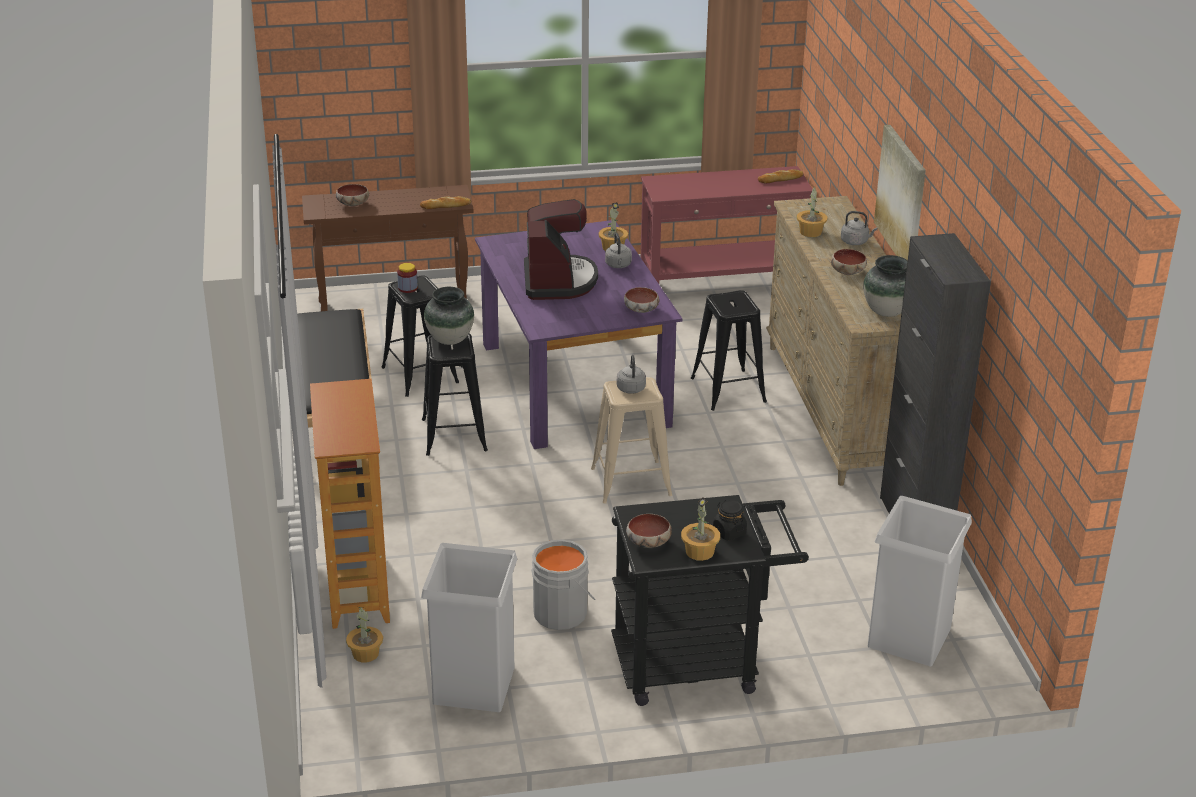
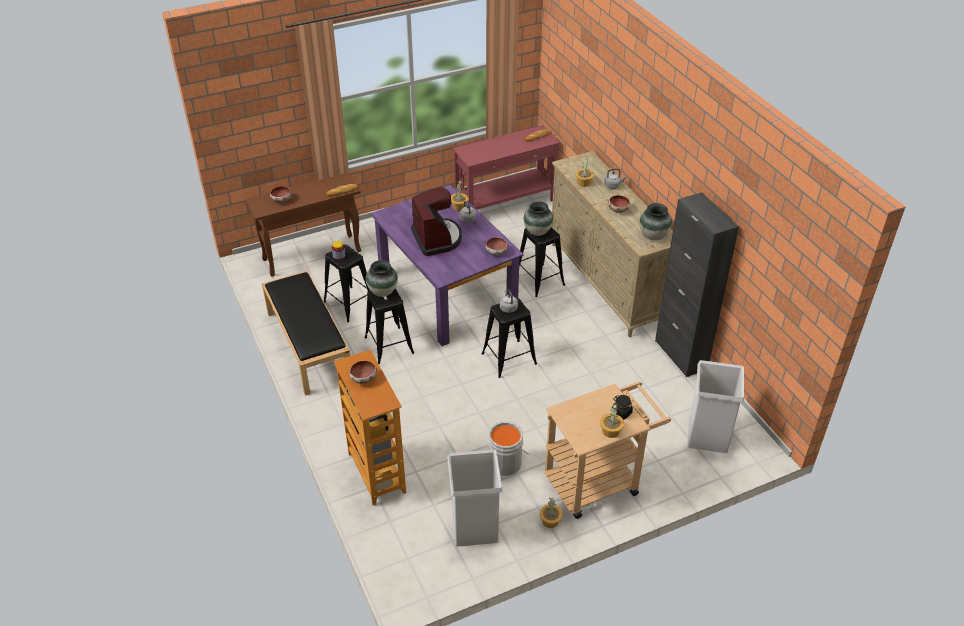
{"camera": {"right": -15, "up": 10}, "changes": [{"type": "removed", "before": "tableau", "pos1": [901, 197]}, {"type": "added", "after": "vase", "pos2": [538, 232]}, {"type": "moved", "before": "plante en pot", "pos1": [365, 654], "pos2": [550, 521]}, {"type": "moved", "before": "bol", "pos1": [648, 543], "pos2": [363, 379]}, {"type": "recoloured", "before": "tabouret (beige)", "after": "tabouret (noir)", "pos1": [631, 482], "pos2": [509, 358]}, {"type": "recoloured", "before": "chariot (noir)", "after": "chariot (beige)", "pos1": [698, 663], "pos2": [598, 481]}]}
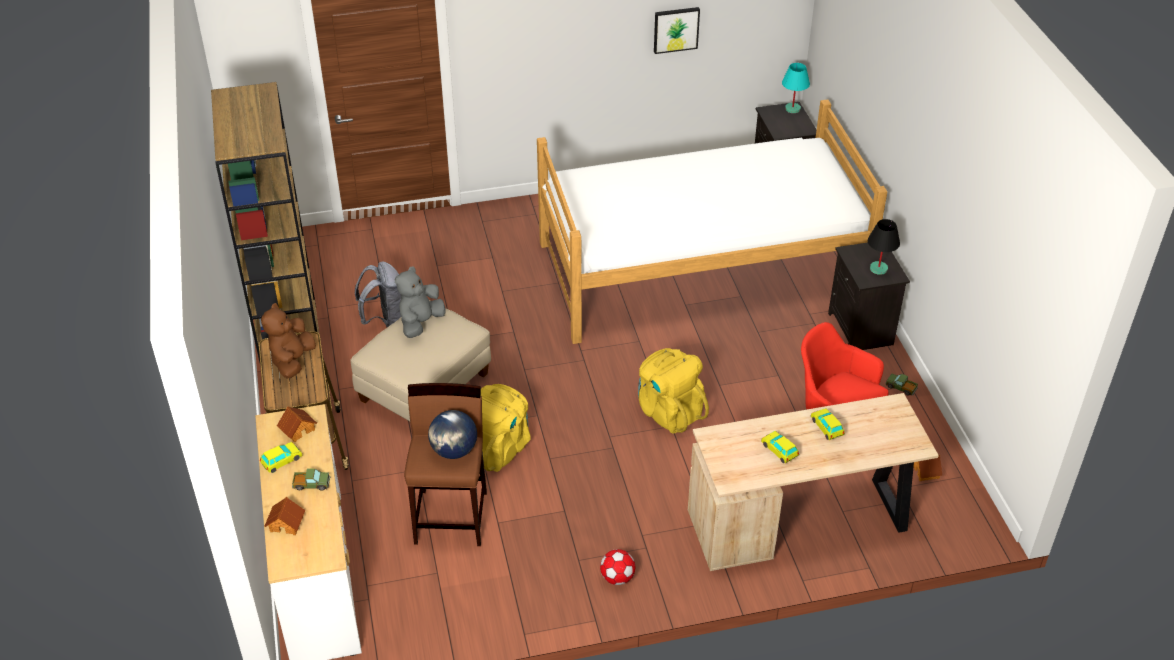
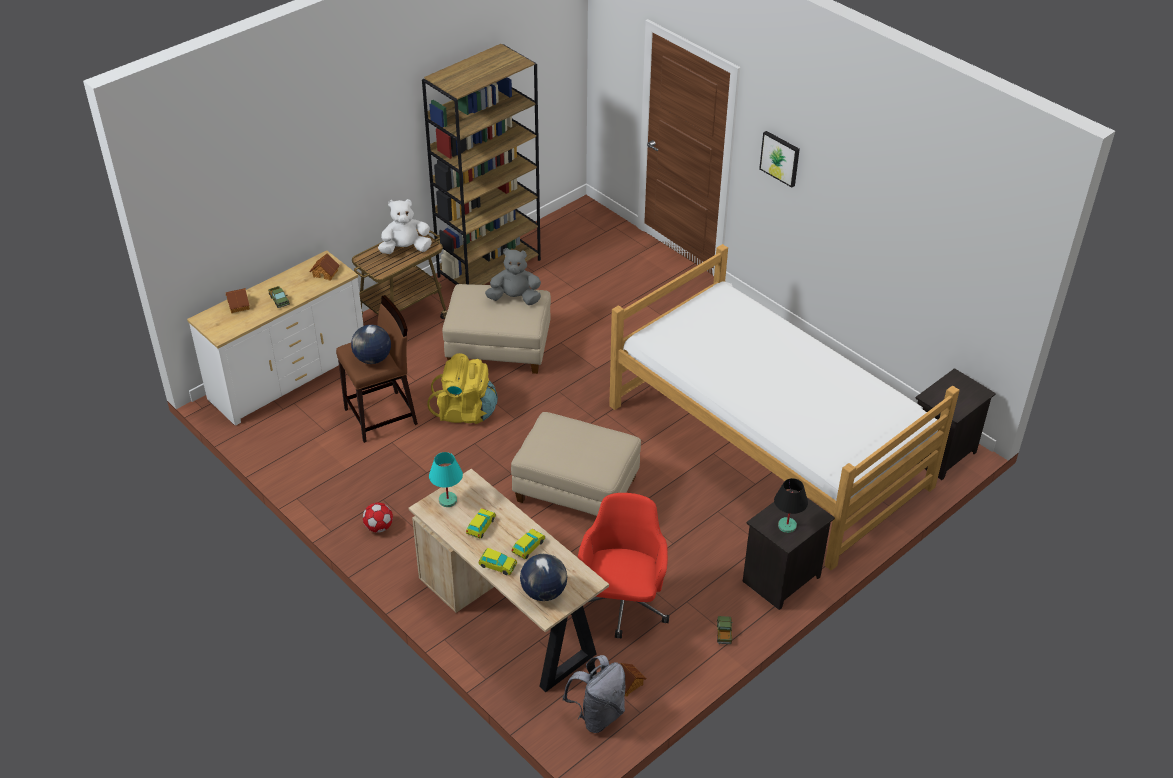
{"camera": {"right": 60, "up": 0}, "changes": [{"type": "added", "after": "globe", "pos2": [544, 592]}, {"type": "moved", "before": "petite voiture", "pos1": [281, 461], "pos2": [498, 565]}, {"type": "moved", "before": "sac à dos (gris)", "pos1": [385, 320], "pos2": [598, 714]}, {"type": "moved", "before": "tableau", "pos1": [676, 29], "pos2": [780, 158]}, {"type": "moved", "before": "lampe de table (turquoise)", "pos1": [793, 108], "pos2": [448, 500]}, {"type": "replaced", "before": "sac à dos (jaune)", "after": "pouf (beige)", "pos1": [669, 411], "pos2": [576, 490]}, {"type": "recoloured", "before": "peluche (marron)", "after": "peluche (blanc)", "pos1": [292, 361], "pos2": [405, 249]}]}
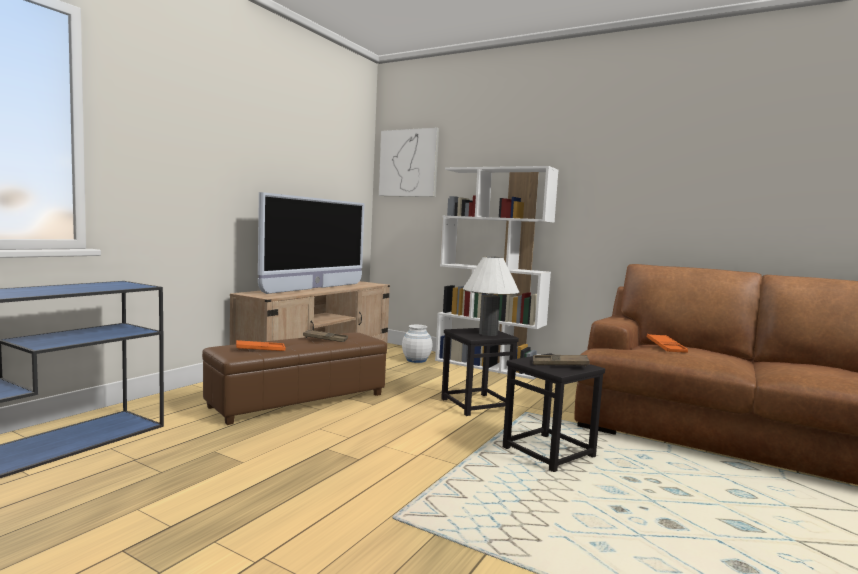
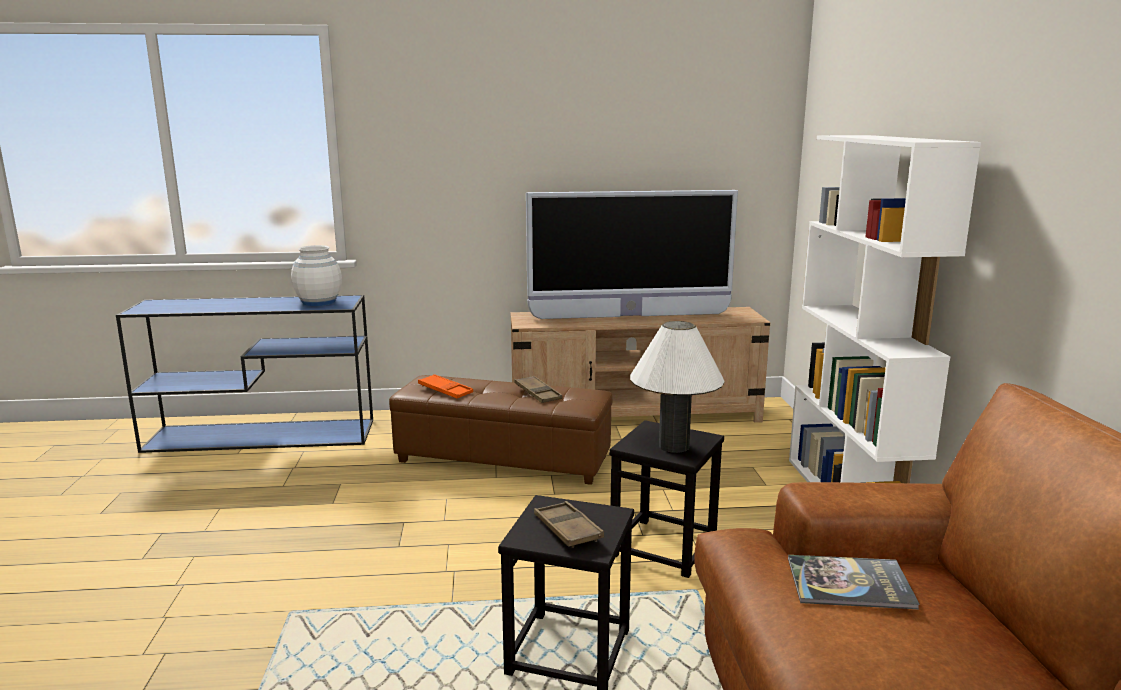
{"camera": {"right": 55, "up": 10}, "changes": [{"type": "removed", "before": "tableau", "pos1": [408, 163]}, {"type": "moved", "before": "vase (blanc)", "pos1": [416, 360], "pos2": [318, 302]}, {"type": "replaced", "before": "plateau (orange)", "after": "livre", "pos1": [666, 347], "pos2": [849, 583]}]}
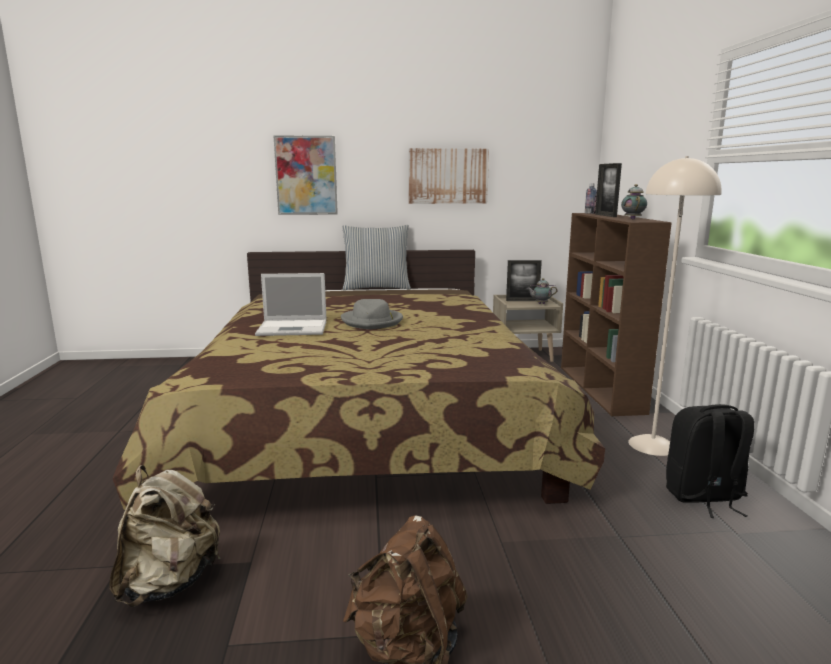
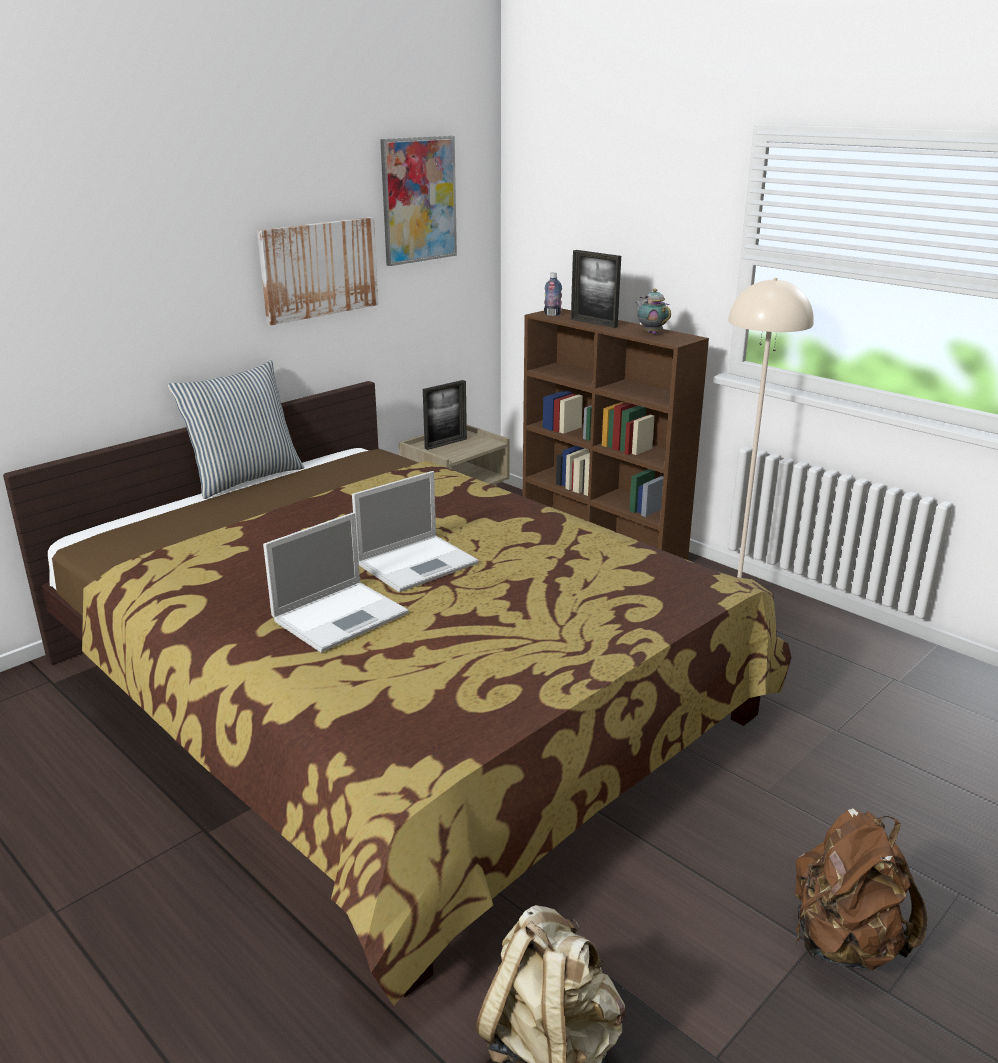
{"camera": {"right": -40, "up": 10}, "changes": [{"type": "removed", "before": "théière", "pos1": [540, 304]}, {"type": "removed", "before": "sac à dos (noir)", "pos1": [704, 497]}, {"type": "moved", "before": "tableau", "pos1": [306, 175], "pos2": [418, 200]}, {"type": "replaced", "before": "chapeau (gris)", "after": "ordinateur portable", "pos1": [372, 321], "pos2": [419, 563]}]}
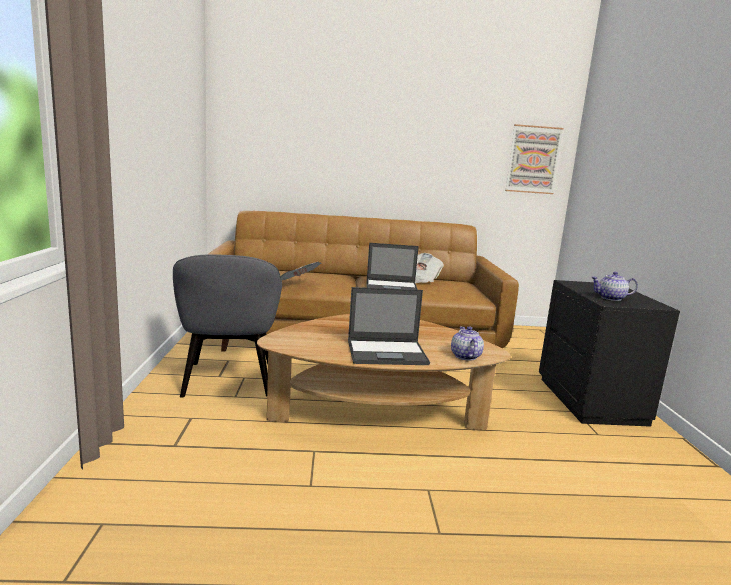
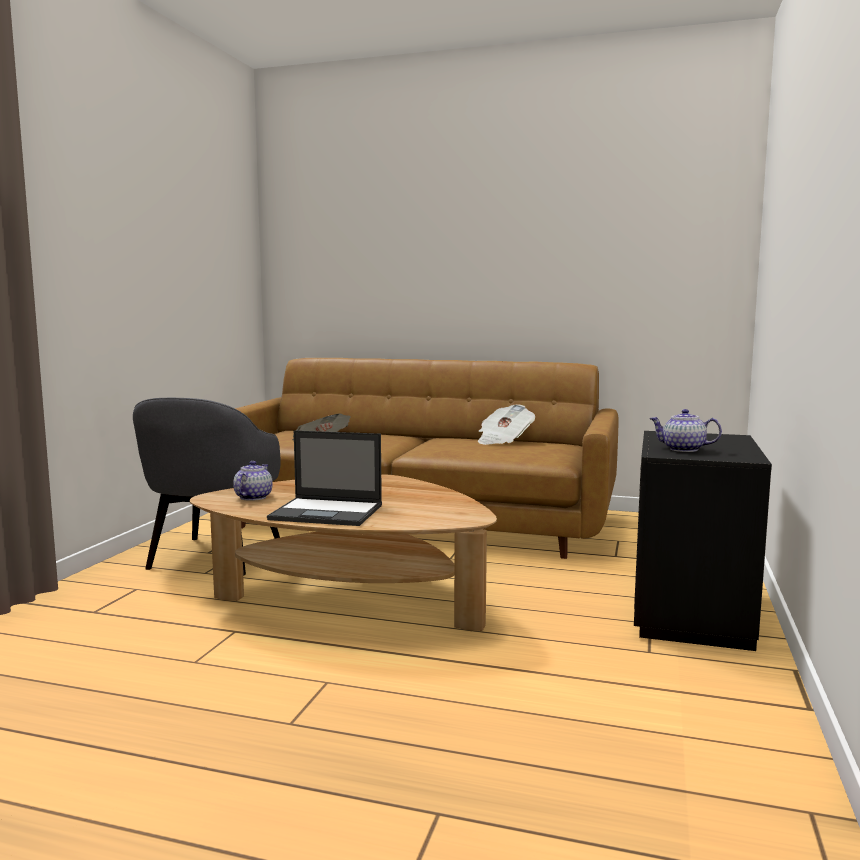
{"camera": {"right": 20, "up": -5}, "changes": [{"type": "removed", "before": "ordinateur portable", "pos1": [392, 287]}, {"type": "removed", "before": "tableau", "pos1": [533, 159]}, {"type": "moved", "before": "théière", "pos1": [465, 356], "pos2": [253, 497]}]}
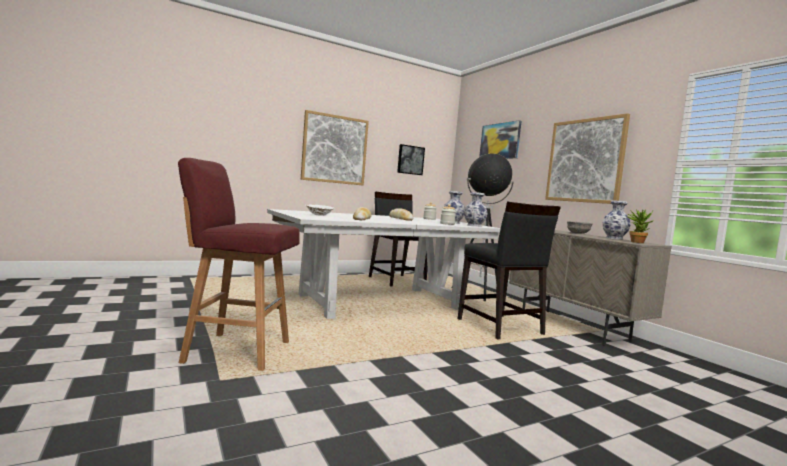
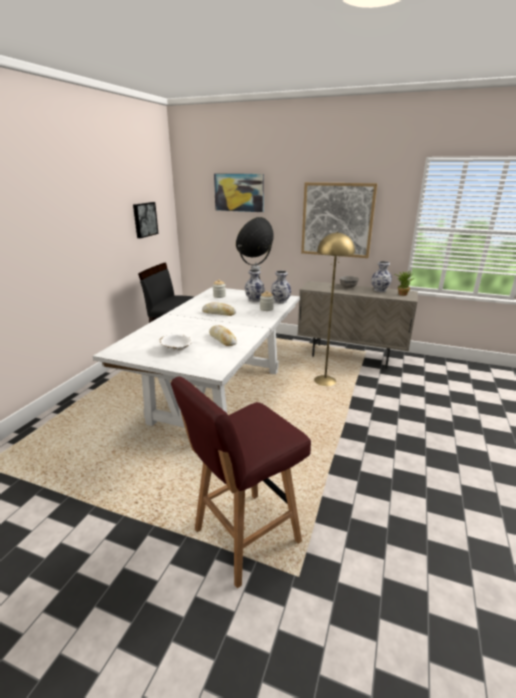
{"camera": {"right": -40, "up": 20}, "changes": [{"type": "removed", "before": "tableau", "pos1": [334, 149]}, {"type": "replaced", "before": "chaise (noir)", "after": "lampadaire (jaune)", "pos1": [499, 327], "pos2": [325, 381]}]}
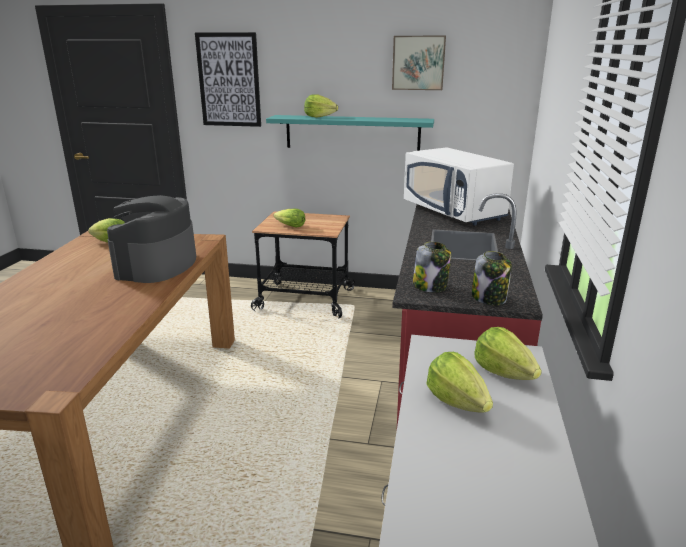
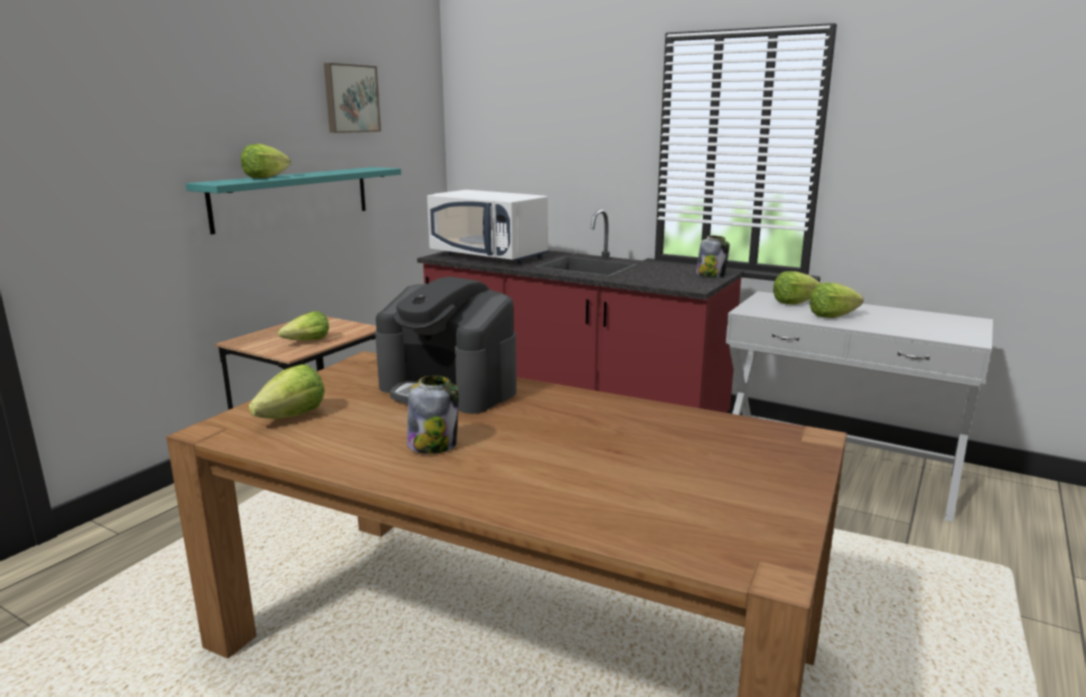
{"camera": {"right": -70, "up": -5}, "changes": [{"type": "removed", "before": "tableau", "pos1": [229, 80]}, {"type": "moved", "before": "bocal", "pos1": [430, 286], "pos2": [433, 444]}, {"type": "turned", "before": "micro-ondes (blanc)", "pos1": [454, 212], "pos2": [489, 256], "turn": 45}]}
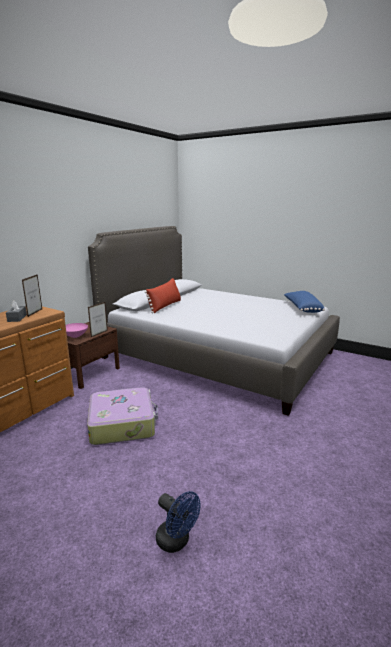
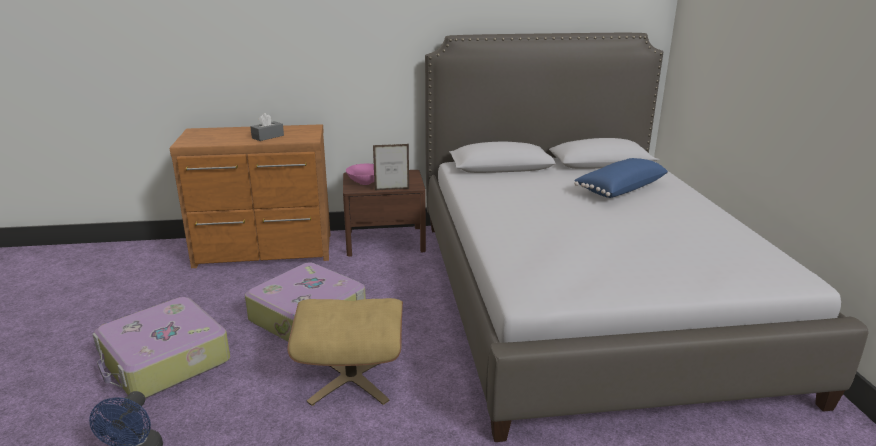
{"camera": {"right": 50, "up": 5}, "changes": [{"type": "removed", "before": "cadre photo", "pos1": [35, 313]}, {"type": "removed", "before": "coussin (rouge)", "pos1": [165, 306]}, {"type": "added", "after": "valise", "pos2": [164, 361]}, {"type": "added", "after": "pouf (beige)", "pos2": [351, 378]}, {"type": "moved", "before": "coussin (bleu)", "pos1": [302, 308], "pos2": [619, 189]}]}
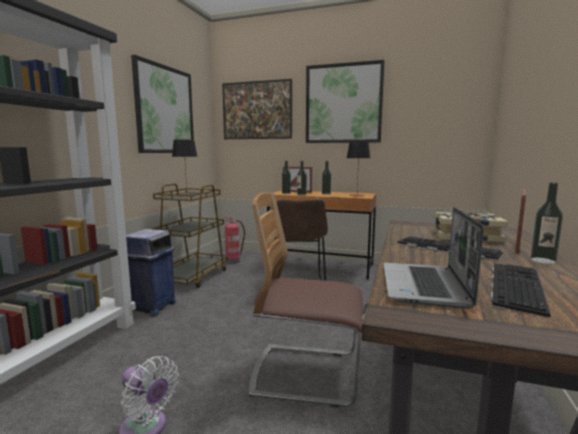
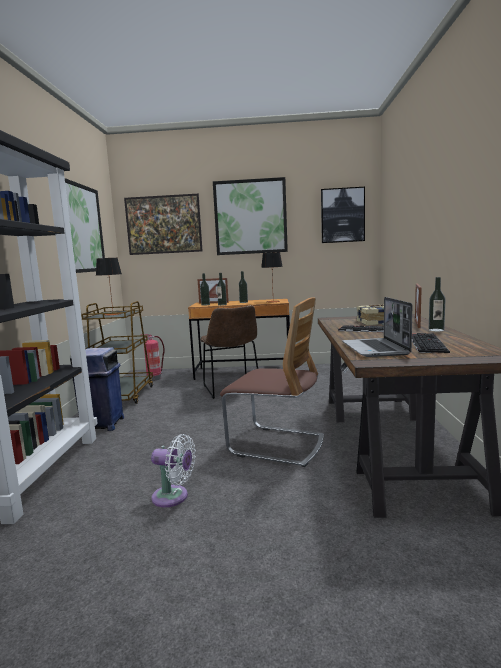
{"camera": {"right": -15, "up": 0}, "changes": [{"type": "added", "after": "tableau", "pos2": [342, 215]}, {"type": "turned", "before": "chaise", "pos1": [306, 374], "pos2": [276, 445], "turn": -150}]}
